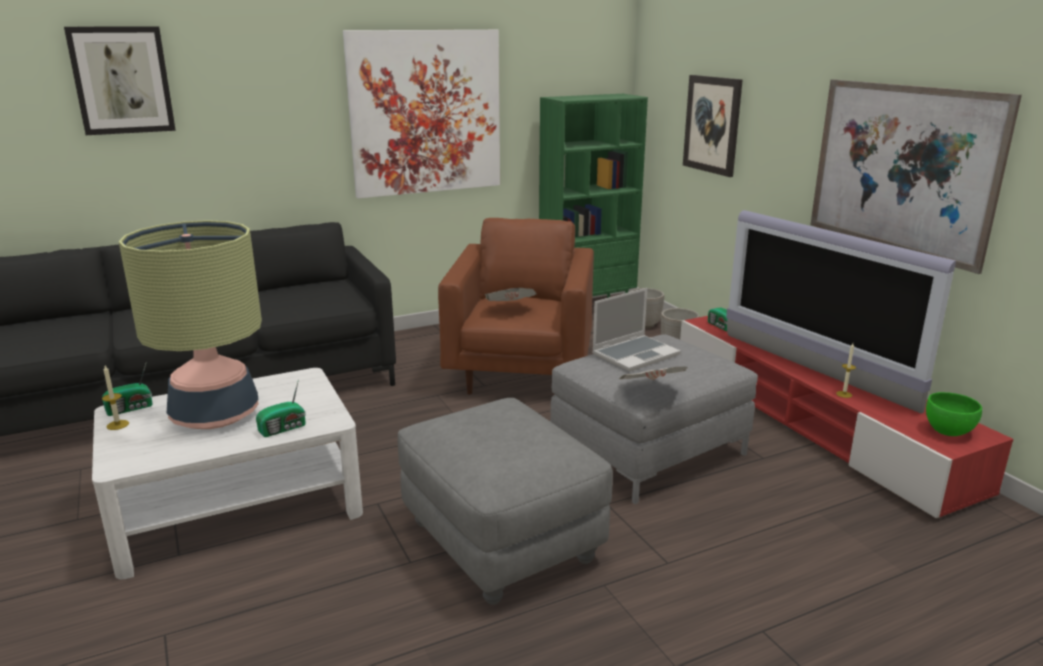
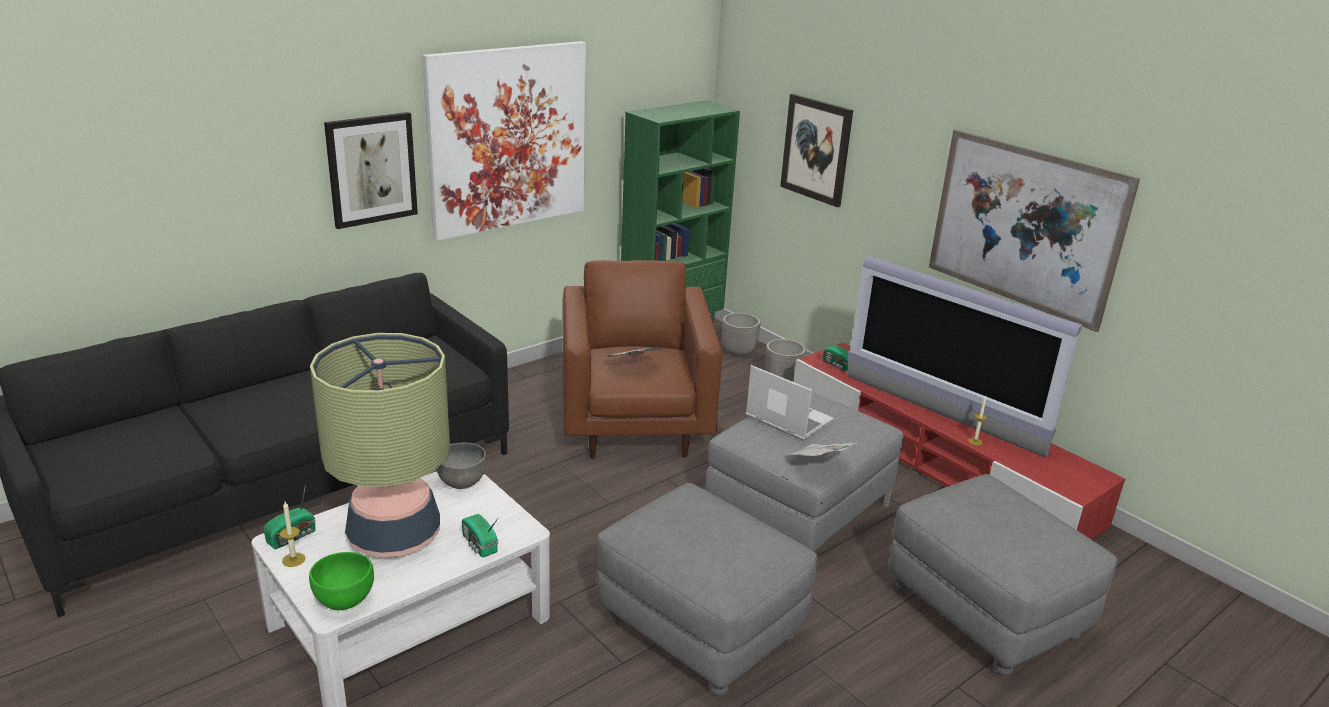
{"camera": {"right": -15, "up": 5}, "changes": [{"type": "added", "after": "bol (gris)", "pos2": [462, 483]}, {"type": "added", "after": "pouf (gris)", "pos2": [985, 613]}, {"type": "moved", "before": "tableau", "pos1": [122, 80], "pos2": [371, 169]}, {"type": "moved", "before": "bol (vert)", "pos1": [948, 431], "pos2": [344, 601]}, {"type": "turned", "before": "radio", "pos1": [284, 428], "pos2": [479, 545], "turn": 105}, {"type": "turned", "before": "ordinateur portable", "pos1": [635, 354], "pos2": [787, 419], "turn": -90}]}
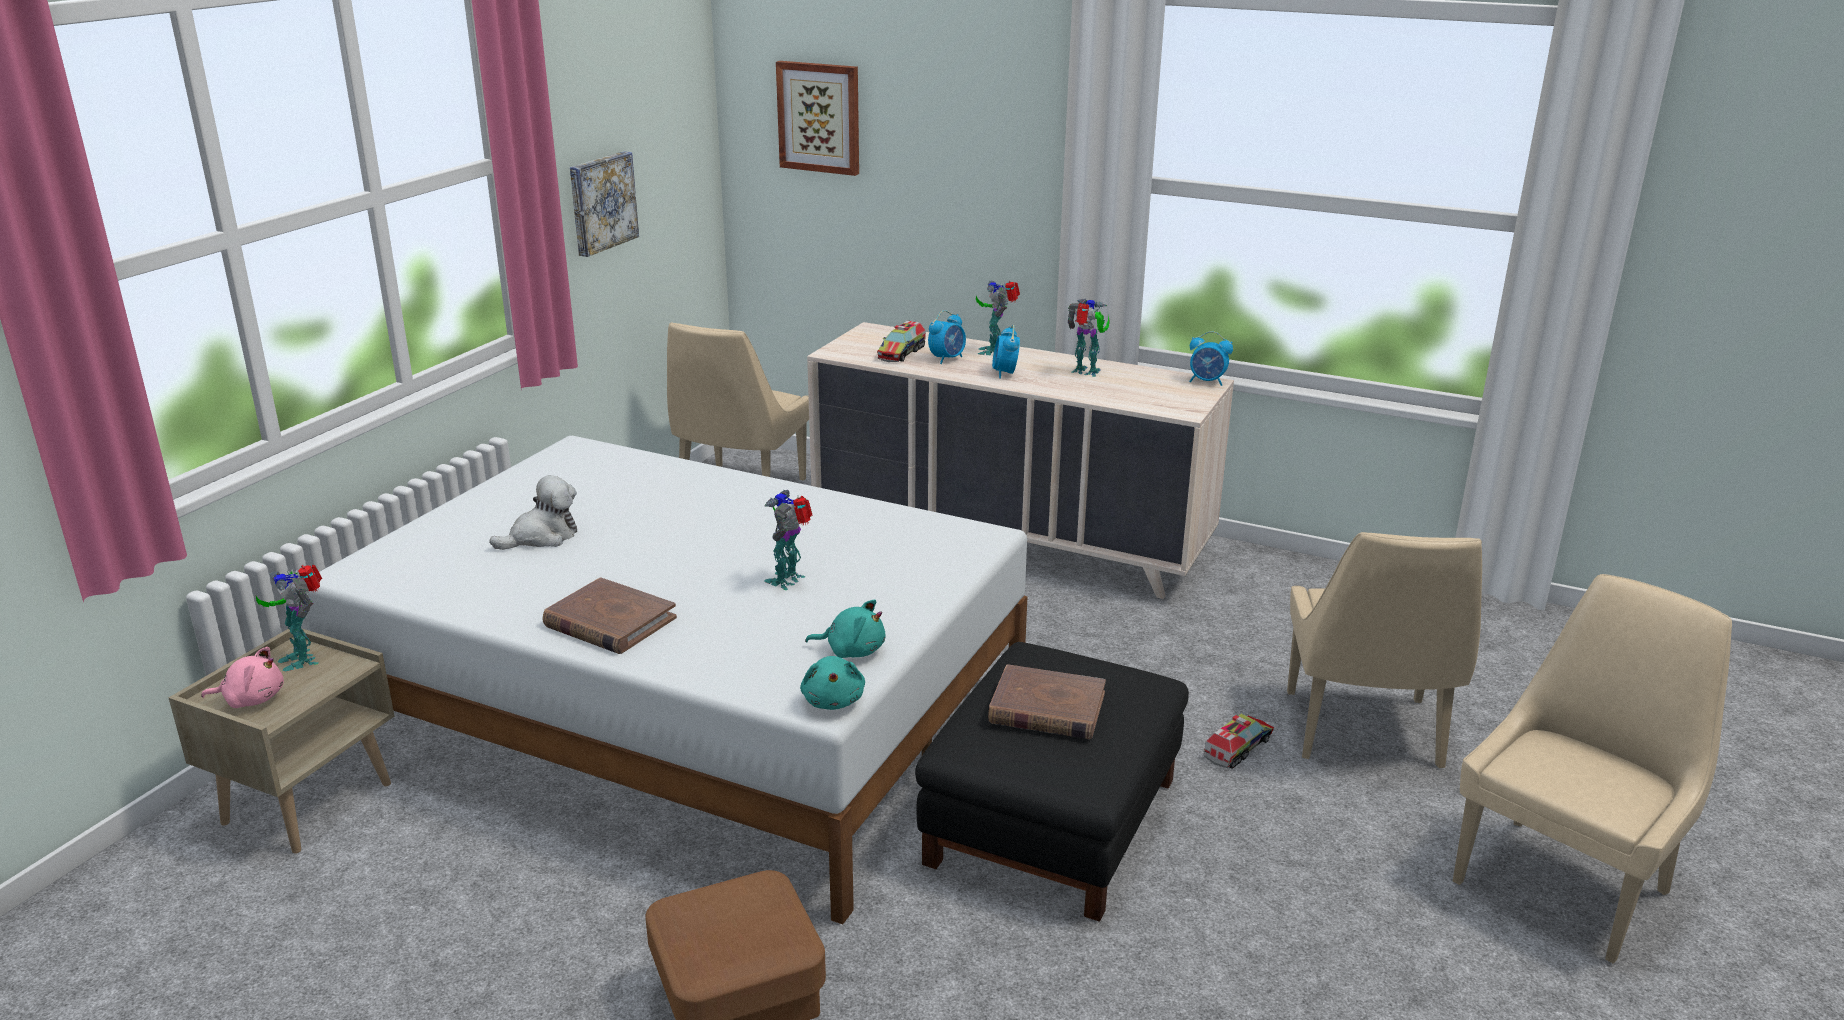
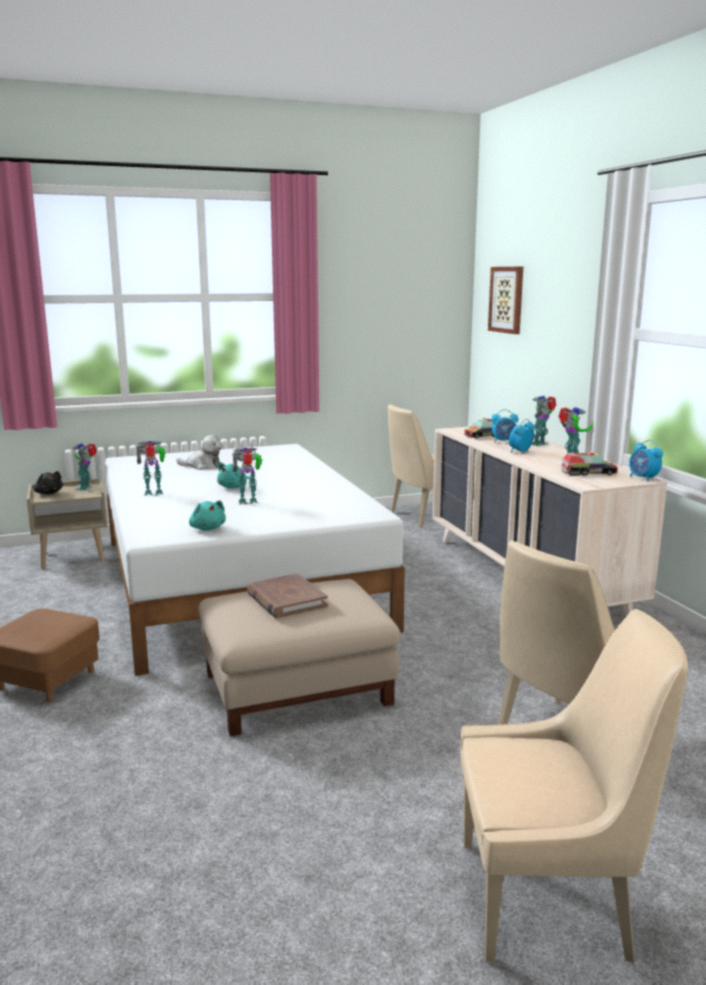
{"camera": {"right": 45, "up": -10}, "changes": [{"type": "removed", "before": "tableau", "pos1": [601, 202]}, {"type": "moved", "before": "peluche (turquoise)", "pos1": [833, 700], "pos2": [234, 487]}, {"type": "moved", "before": "camion jouet", "pos1": [1238, 748], "pos2": [588, 473]}, {"type": "replaced", "before": "livre (marron)", "after": "robot jouet", "pos1": [609, 622], "pos2": [154, 493]}, {"type": "recoloured", "before": "peluche (rose)", "after": "peluche (noir)", "pos1": [252, 699], "pos2": [48, 493]}, {"type": "recoloured", "before": "pouf (noir)", "after": "pouf (beige)", "pos1": [1051, 819], "pos2": [297, 687]}]}
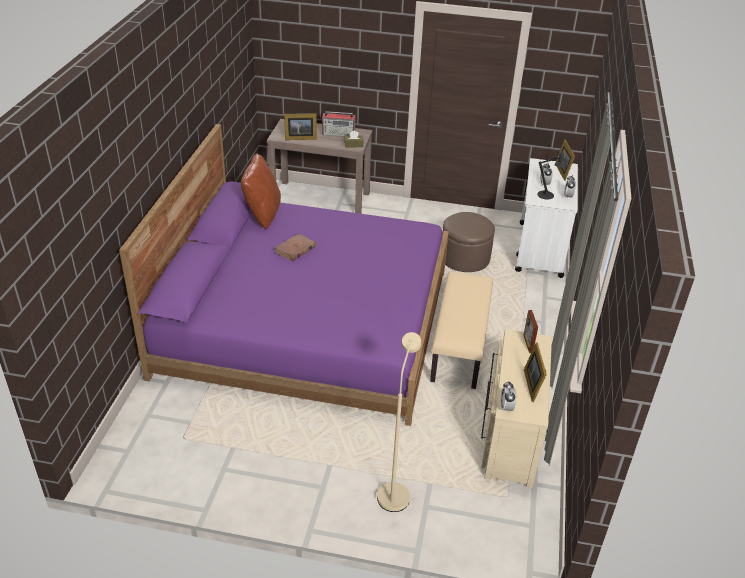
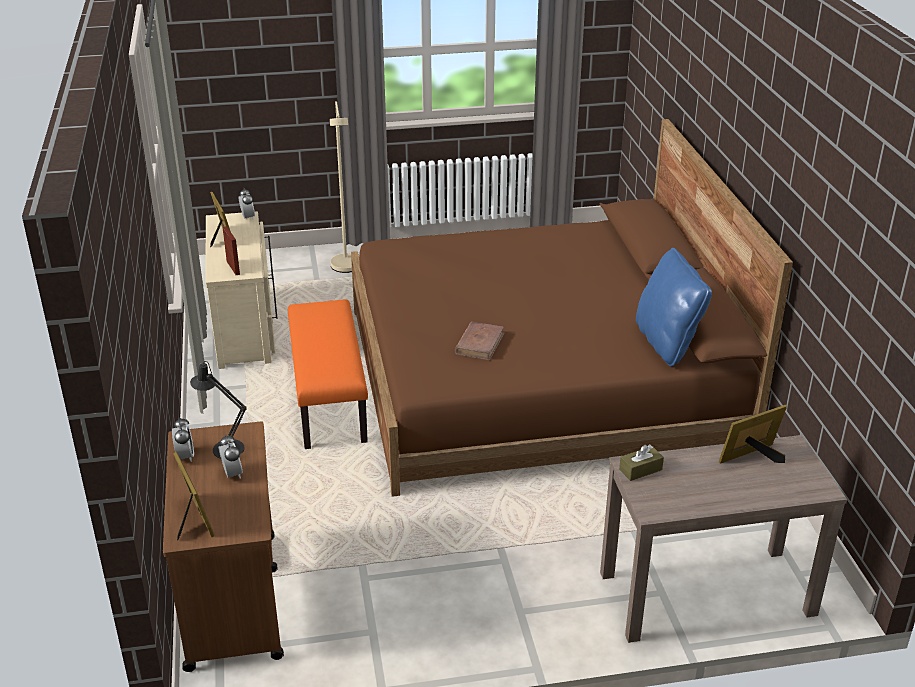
{"camera": {"right": 160, "up": -5}, "changes": [{"type": "removed", "before": "radio", "pos1": [339, 133]}, {"type": "removed", "before": "pouf (marron)", "pos1": [465, 258]}, {"type": "moved", "before": "livre (marron)", "pos1": [295, 249], "pos2": [479, 343]}, {"type": "recoloured", "before": "lit (violet)", "after": "lit (marron)", "pos1": [306, 322], "pos2": [539, 377]}, {"type": "recoloured", "before": "coussin (marron)", "after": "coussin (bleu)", "pos1": [262, 214], "pos2": [667, 343]}, {"type": "recoloured", "before": "banc (beige)", "after": "banc (orange)", "pos1": [458, 346], "pos2": [330, 399]}, {"type": "recoloured", "before": "chariot (blanc)", "after": "chariot (marron)", "pos1": [540, 250], "pos2": [232, 598]}]}
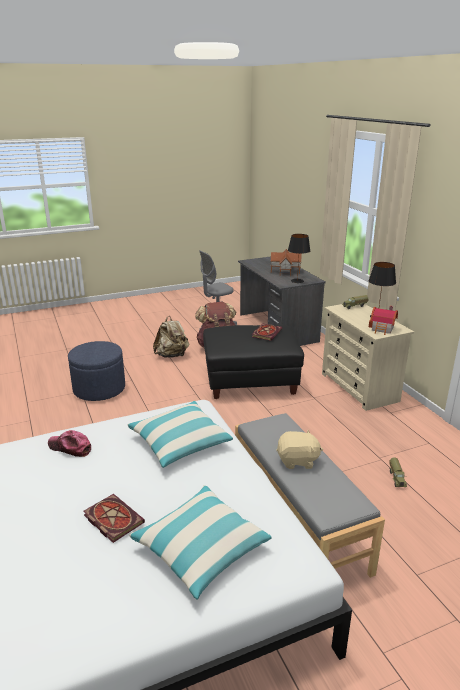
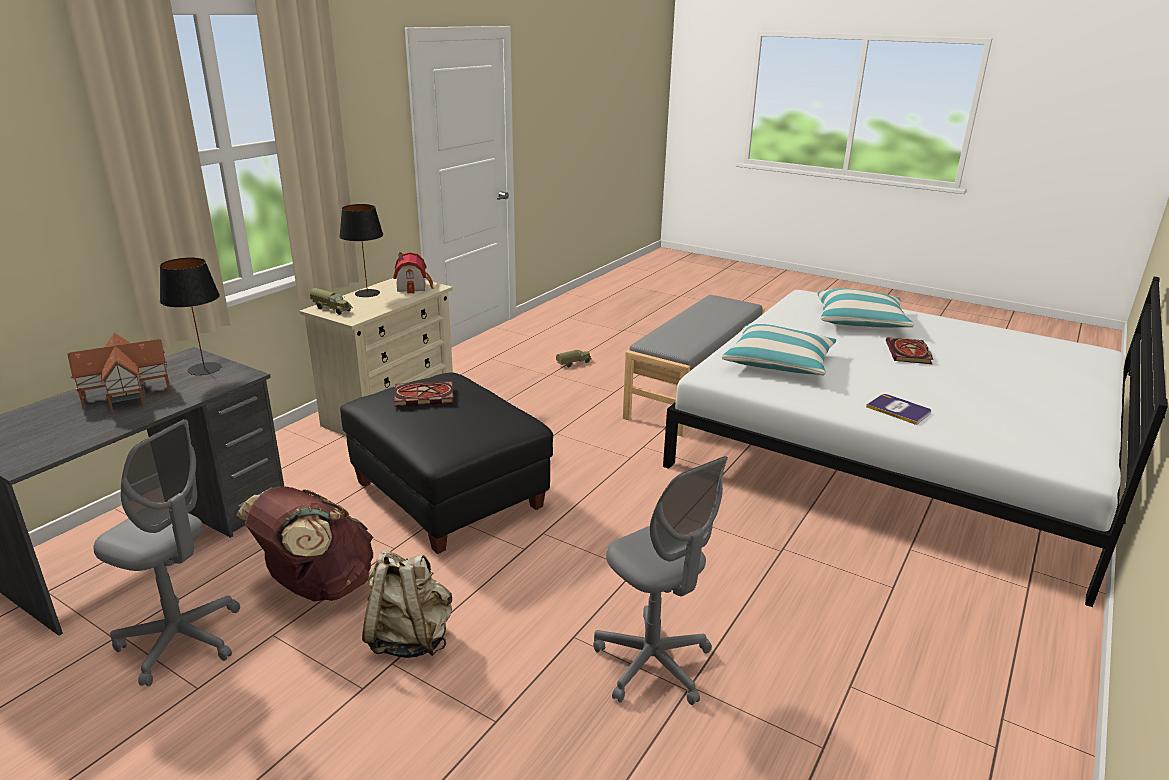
{"camera": {"right": -125, "up": 0}, "changes": [{"type": "removed", "before": "peluche (beige)", "pos1": [297, 461]}, {"type": "replaced", "before": "casquette", "after": "livre", "pos1": [70, 448], "pos2": [899, 410]}, {"type": "replaced", "before": "pouf (bleu)", "after": "chaise de bureau (gris)", "pos1": [99, 389], "pos2": [653, 664]}]}
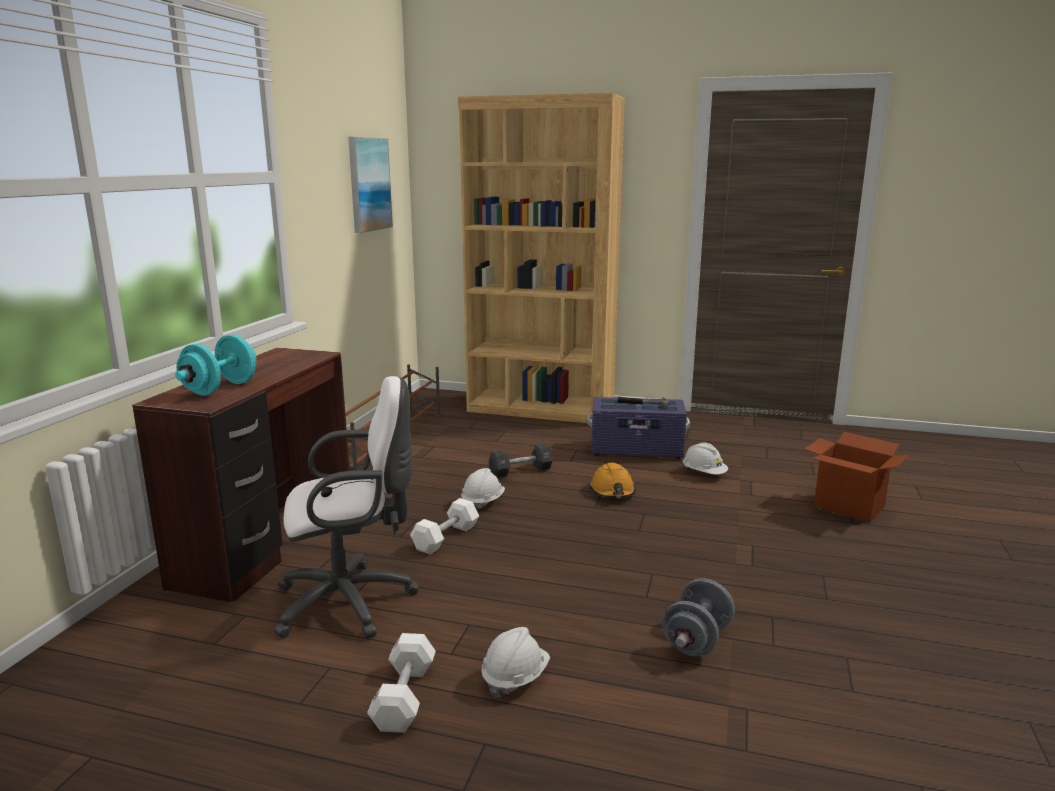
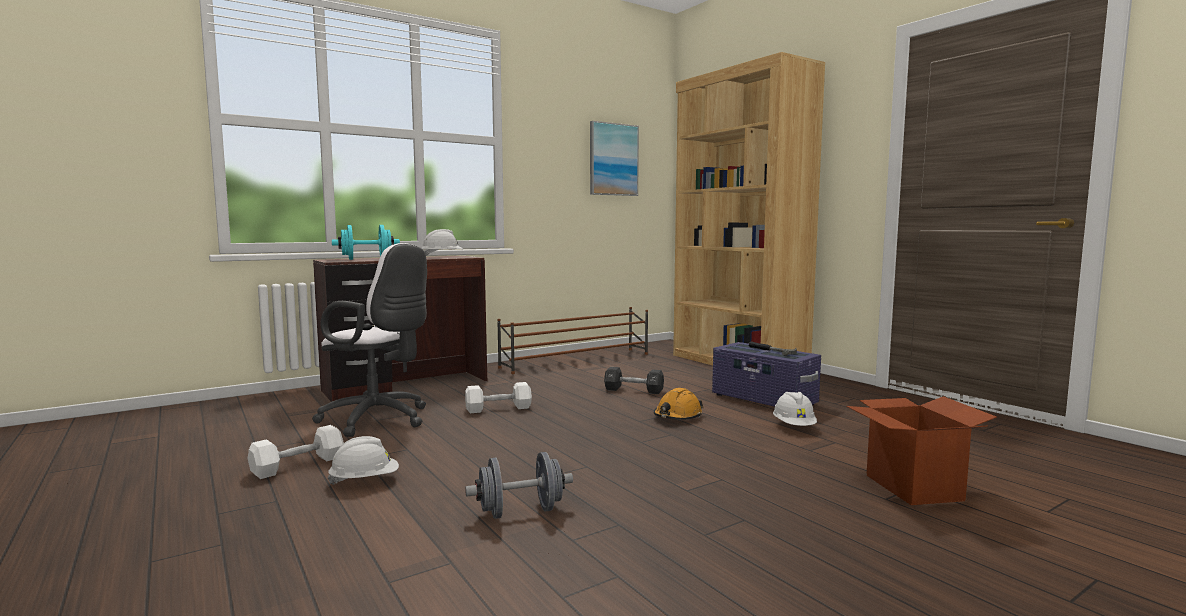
{"camera": {"right": 40, "up": -10}, "changes": [{"type": "moved", "before": "casque de chantier (blanc)", "pos1": [483, 502], "pos2": [442, 257]}]}
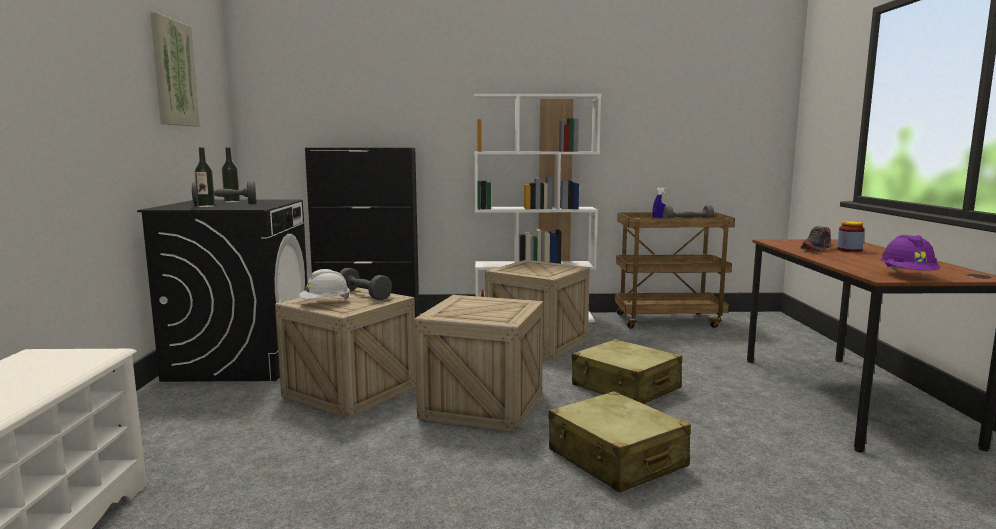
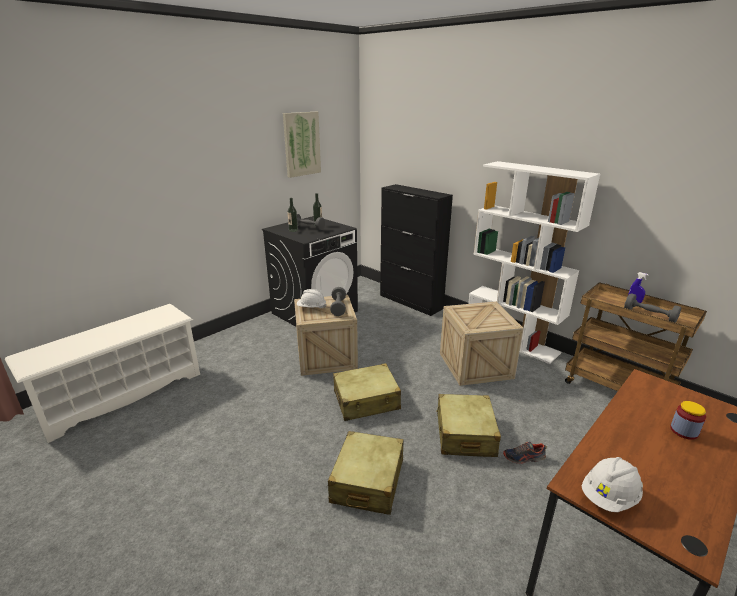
{"camera": {"right": 45, "up": 15}, "changes": [{"type": "moved", "before": "chaussure", "pos1": [816, 249], "pos2": [523, 458]}, {"type": "replaced", "before": "caisse", "after": "valise (beige)", "pos1": [482, 405], "pos2": [366, 400]}, {"type": "recoloured", "before": "casque de chantier (violet)", "after": "casque de chantier (blanc)", "pos1": [907, 275], "pos2": [609, 497]}]}
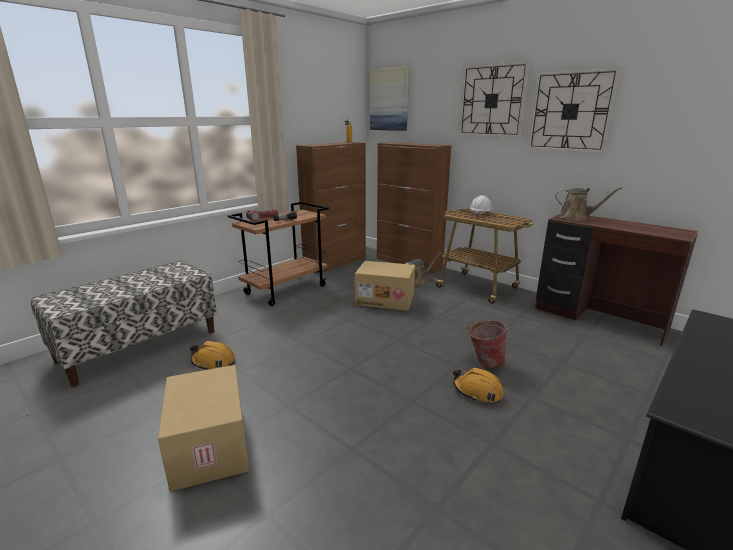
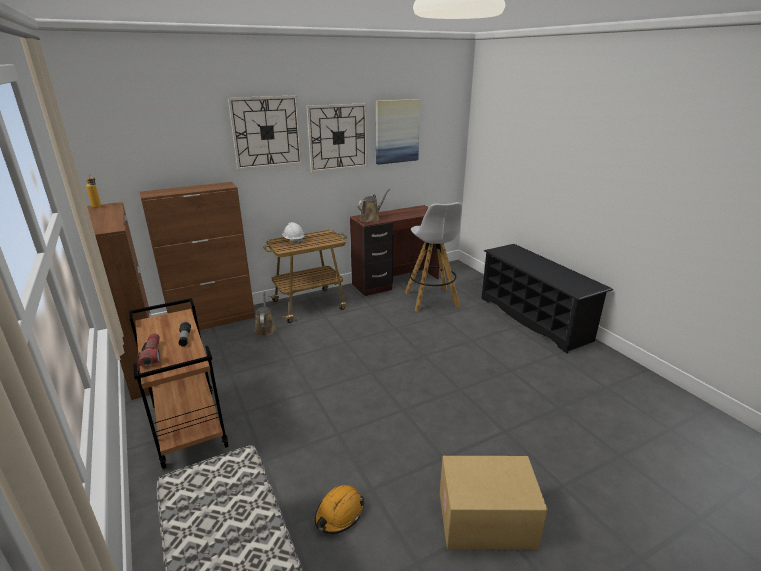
{"camera": {"right": -70, "up": 5}, "changes": [{"type": "removed", "before": "carton", "pos1": [385, 299]}, {"type": "removed", "before": "casque de chantier (orange)", "pos1": [477, 391]}, {"type": "removed", "before": "seau", "pos1": [484, 362]}, {"type": "added", "after": "tabouret (blanc)", "pos2": [431, 300]}, {"type": "moved", "before": "tableau", "pos1": [389, 100], "pos2": [397, 131]}]}
